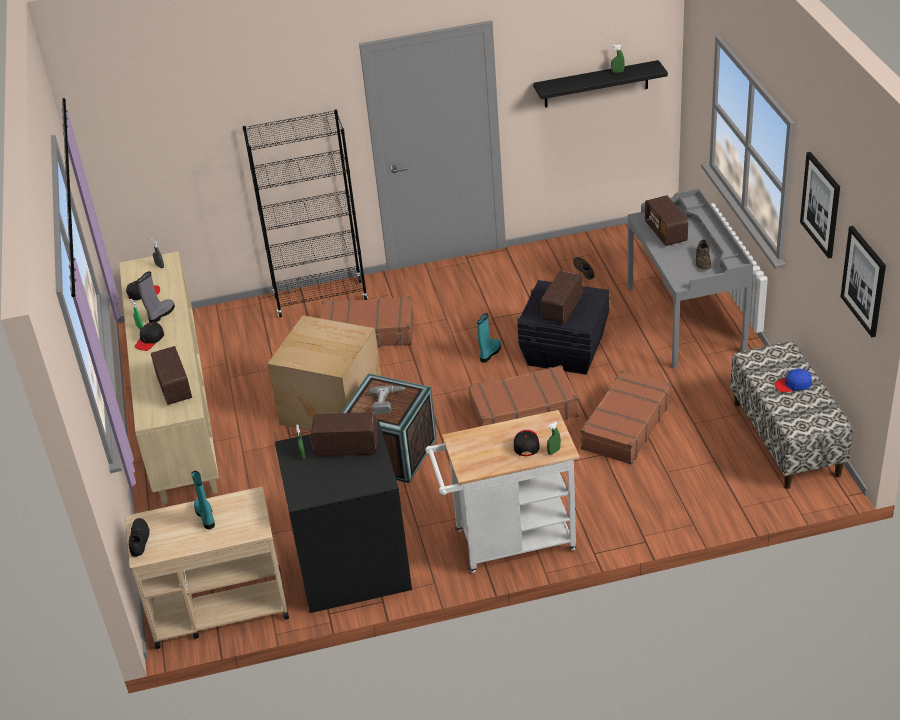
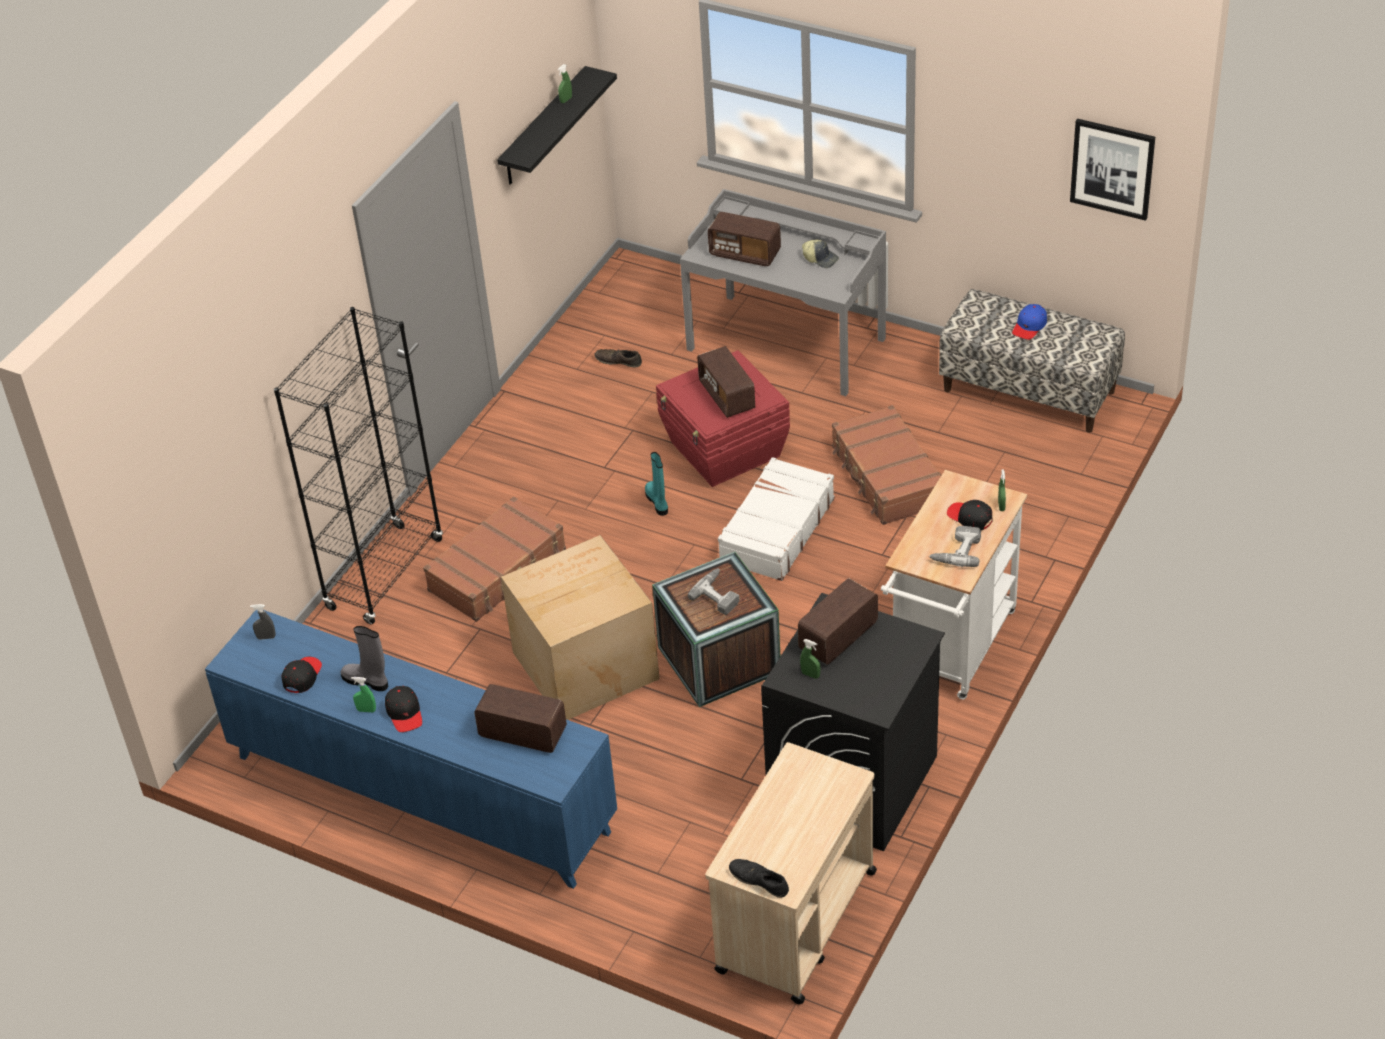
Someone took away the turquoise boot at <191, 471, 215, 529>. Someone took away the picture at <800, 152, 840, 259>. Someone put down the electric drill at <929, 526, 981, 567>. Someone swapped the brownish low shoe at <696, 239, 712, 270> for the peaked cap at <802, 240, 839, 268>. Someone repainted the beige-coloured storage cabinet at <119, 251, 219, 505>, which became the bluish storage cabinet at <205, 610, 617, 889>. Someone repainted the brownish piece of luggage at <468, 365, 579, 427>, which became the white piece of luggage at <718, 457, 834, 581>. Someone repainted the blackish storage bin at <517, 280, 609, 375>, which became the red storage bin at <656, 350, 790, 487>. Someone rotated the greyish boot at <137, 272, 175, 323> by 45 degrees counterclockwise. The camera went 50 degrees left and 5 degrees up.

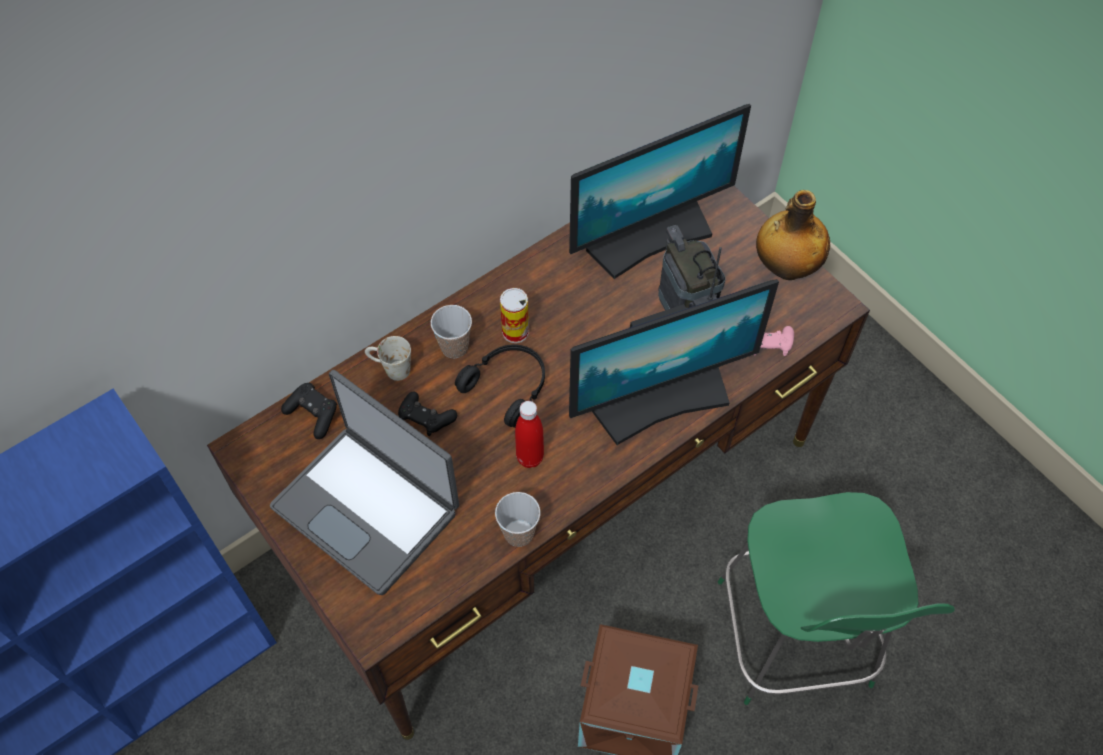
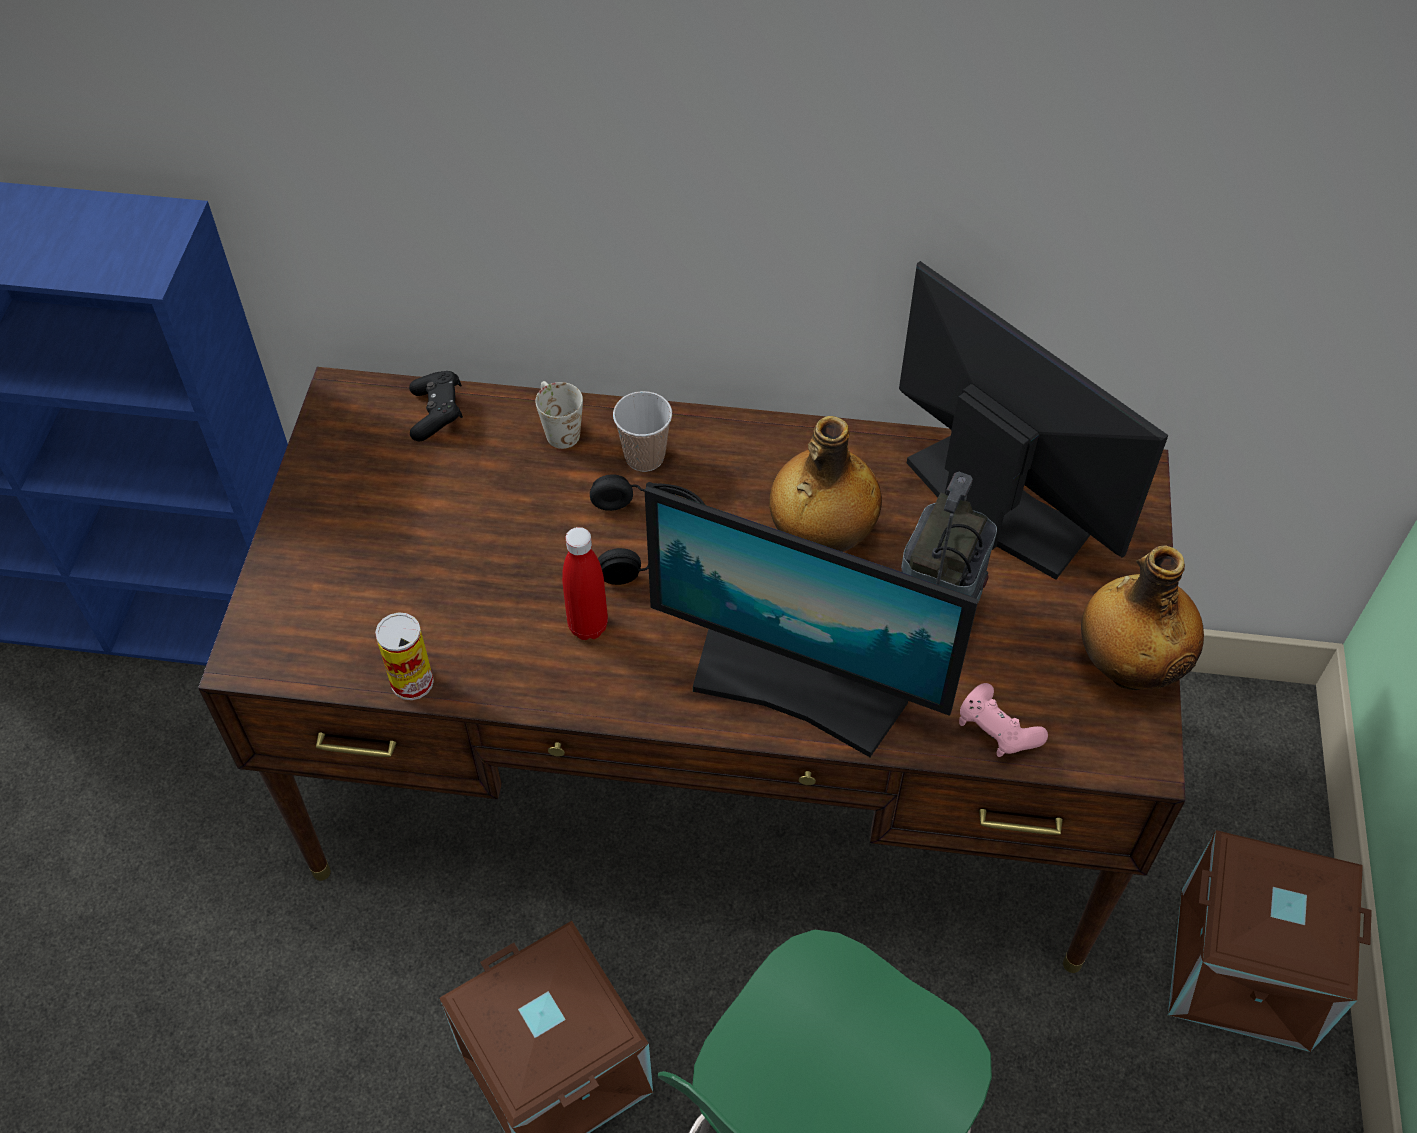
Someone took away the notebook computer at <270, 370, 459, 595>. Someone took away the blackish gamepad at <398, 392, 457, 436>. Someone took away the small cup at <495, 492, 540, 547>. Someone put down the bottle at <769, 416, 882, 552>. Someone put down the brownish storage bin at <1168, 830, 1372, 1052>. Someone carried the can from <500, 288, 529, 343> to <375, 612, 434, 700>. Someone rotated the computer display at <569, 104, 751, 279> by 150 degrees counterclockwise. The camera went 45 degrees right and 5 degrees down.

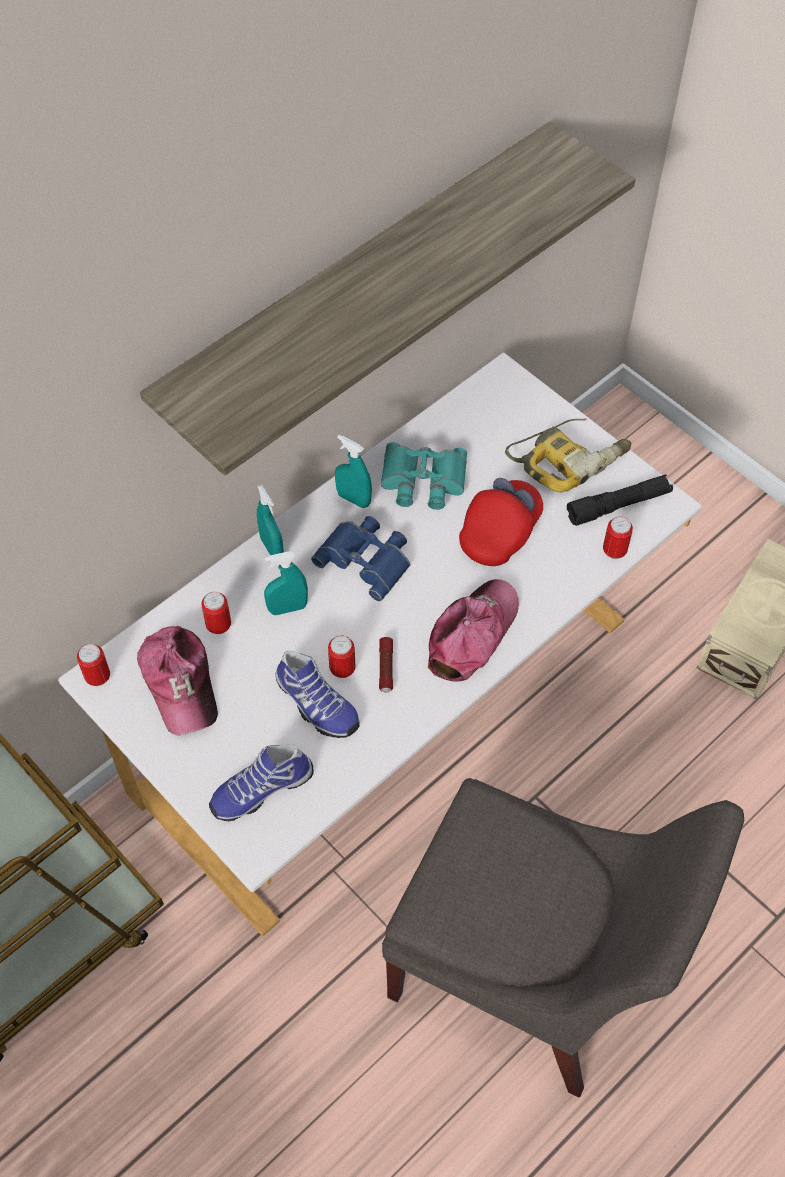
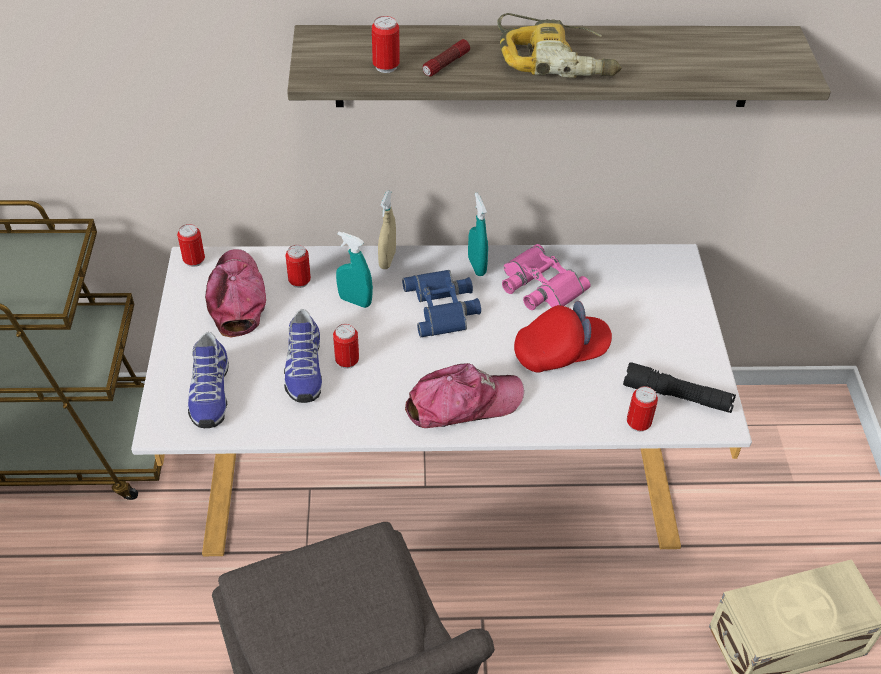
Someone put down the can at <372, 16, 400, 73>. Someone carried the flashlight from <379, 637, 393, 692> to <423, 39, 470, 76>. Someone carried the electric drill from <505, 418, 632, 492> to <498, 13, 622, 78>. Someone repainted the turquoise sprayer at <257, 484, 284, 555>, which became the beige-coloured sprayer at <378, 190, 396, 269>. Someone repainted the turquoise pair of binoculars at <381, 442, 467, 510>, which became the pink pair of binoculars at <502, 244, 590, 310>. Someone rotated the peaked cap at <137, 626, 218, 735> by 150 degrees clockwise. Someone rotated the low shoe at <209, 744, 314, 821> by 105 degrees counterclockwise. The camera went 40 degrees right and 10 degrees down.

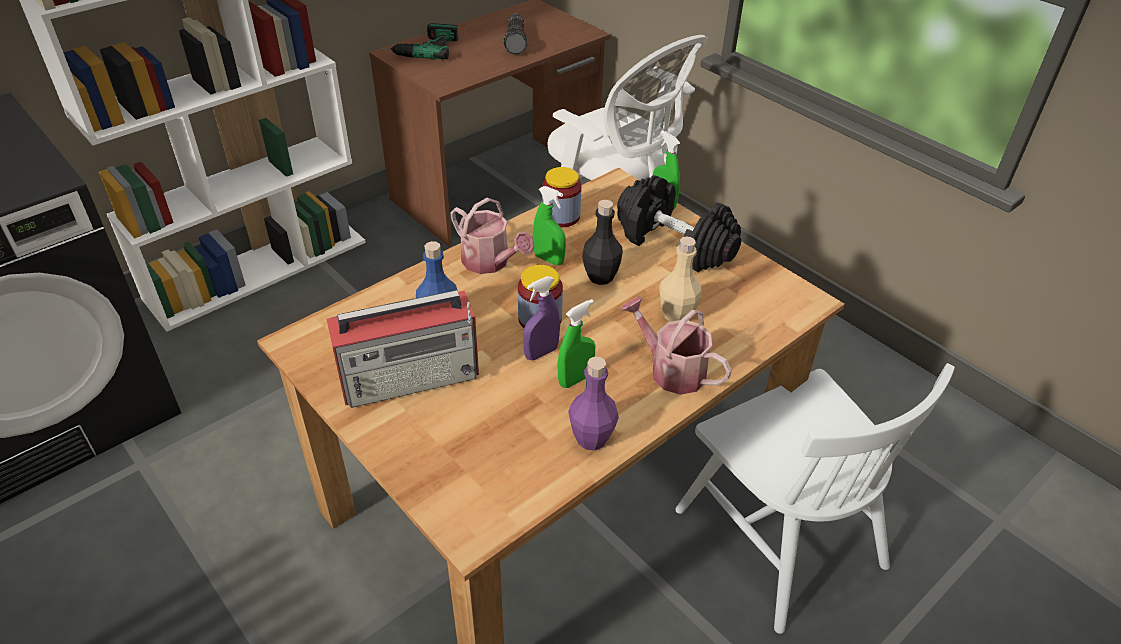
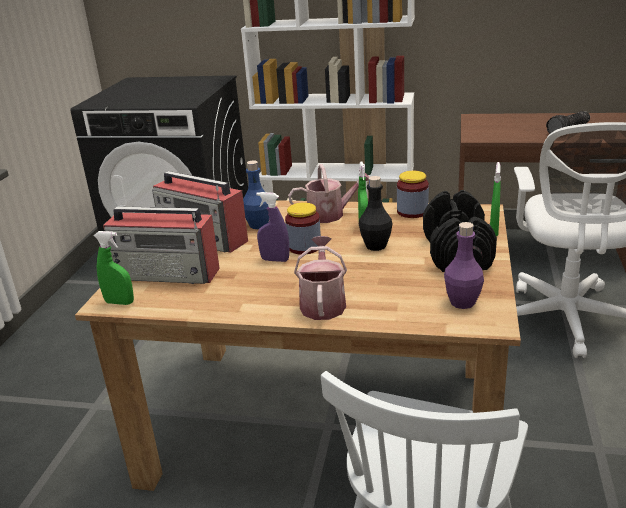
Someone took away the electric drill at <379, 23, 459, 59>. Someone took away the beige-coloured bottle at <659, 236, 702, 322>. Someone put down the radio at <103, 206, 220, 284>. Someone carried the green sprayer from <557, 299, 595, 388> to <93, 231, 134, 305>. Someone carried the purple bottle from <568, 357, 619, 451> to <444, 222, 484, 309>. Someone rotated the sprinkling can at <451, 198, 535, 274> by 105 degrees counterclockwise. The camera went 55 degrees right and 15 degrees down.

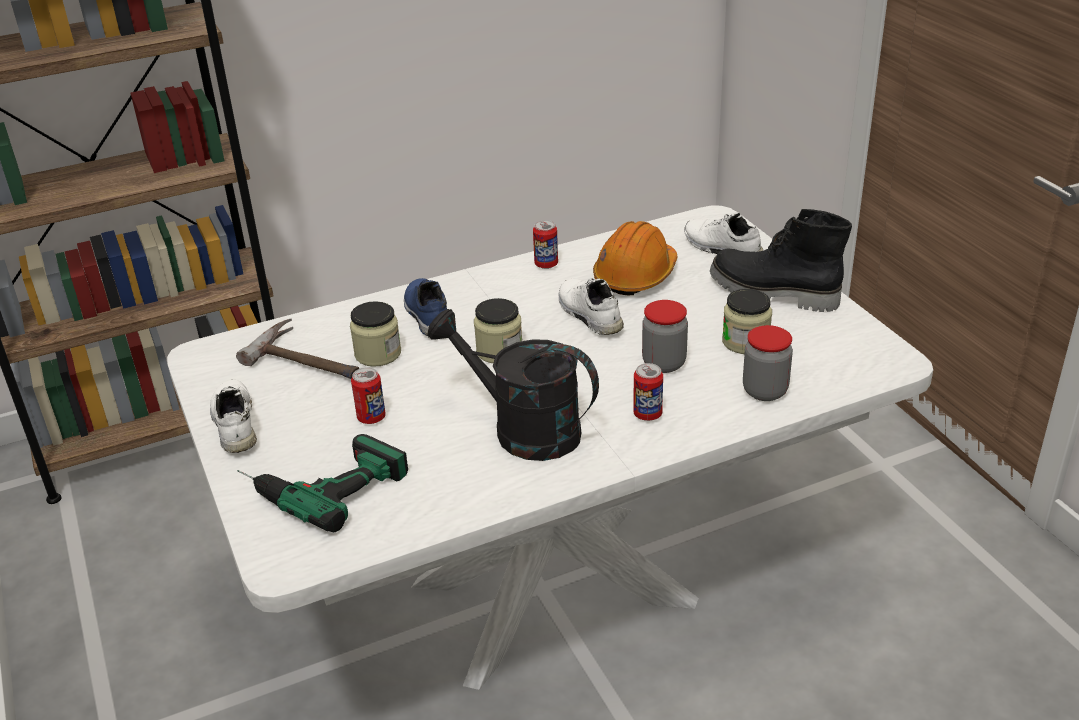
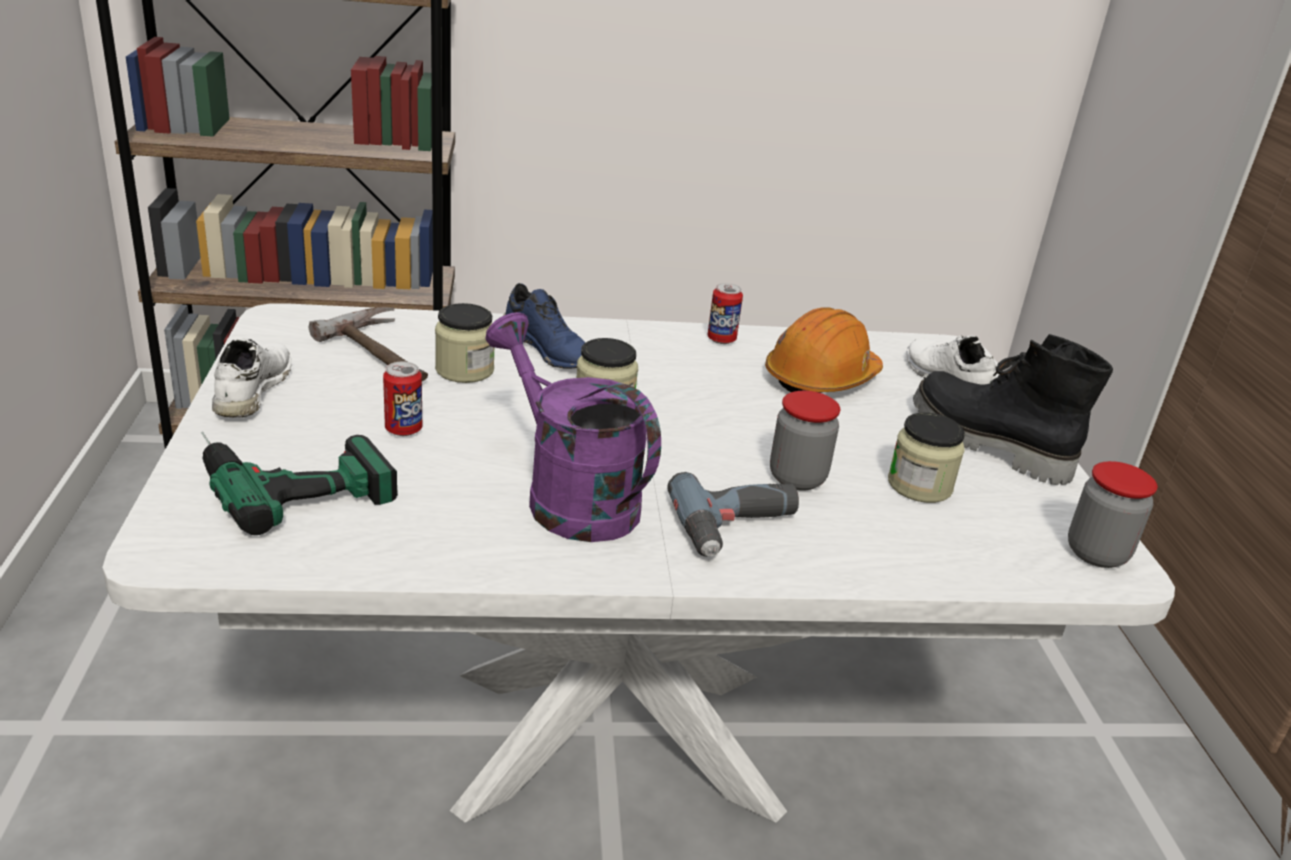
Someone took away the white low shoe at <559, 278, 624, 335>. Someone carried the jar from <743, 325, 793, 401> to <1068, 461, 1158, 568>. Someone swapped the can at <633, 363, 663, 421> for the electric drill at <667, 472, 799, 557>. Someone repainted the blackish sprinkling can at <427, 309, 599, 461>, which became the purple sprinkling can at <485, 312, 661, 542>. Someone rotated the bluish low shoe at <404, 278, 447, 336> by 135 degrees clockwise. The camera went 15 degrees right and 5 degrees down.

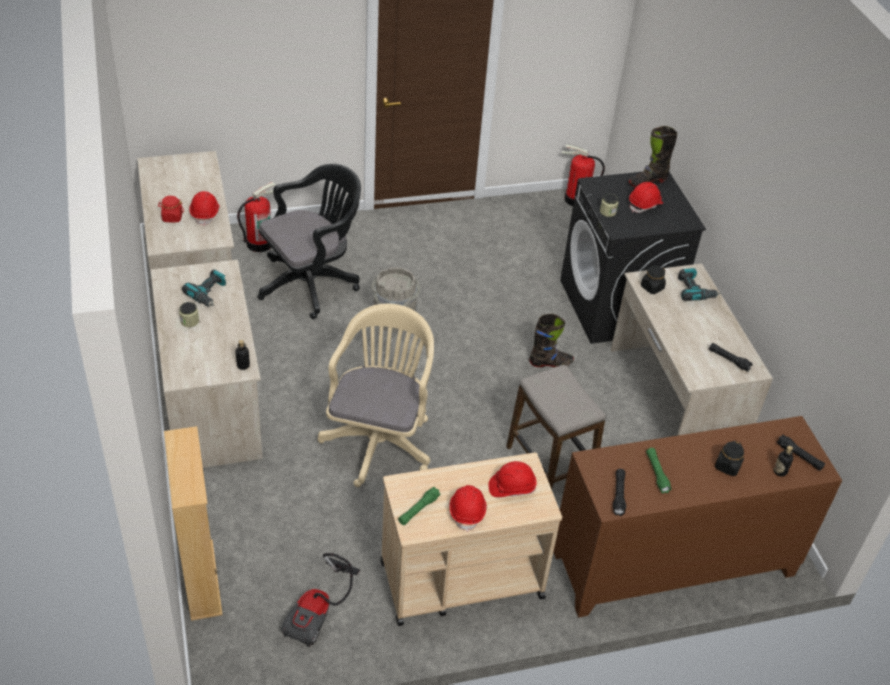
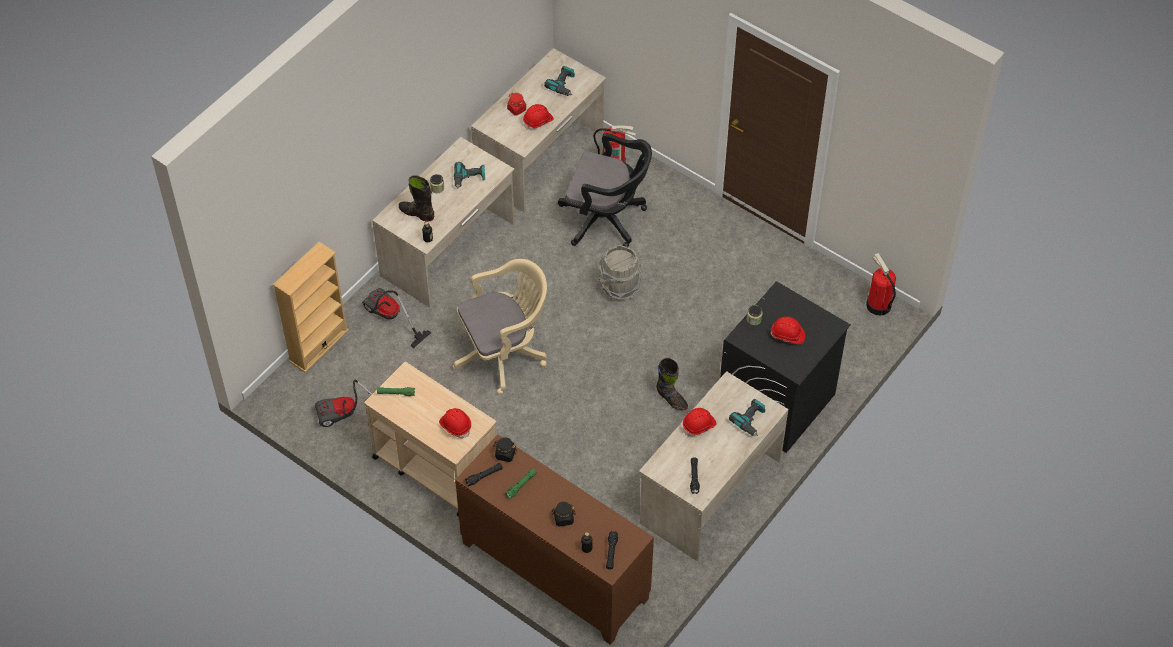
Someone took away the stool seat at <506, 365, 606, 489>. Someone put down the vacuum cleaner at <362, 288, 432, 348>. Someone put down the electric drill at <544, 66, 575, 96>. Someone carried the red safety helmet from <449, 485, 487, 532> to <683, 408, 717, 436>. Someone carried the blackish boot from <629, 126, 677, 187> to <399, 175, 434, 222>. Someone carried the blackish jar from <641, 266, 666, 294> to <493, 437, 517, 462>. The camera went 55 degrees right and 10 degrees up.

